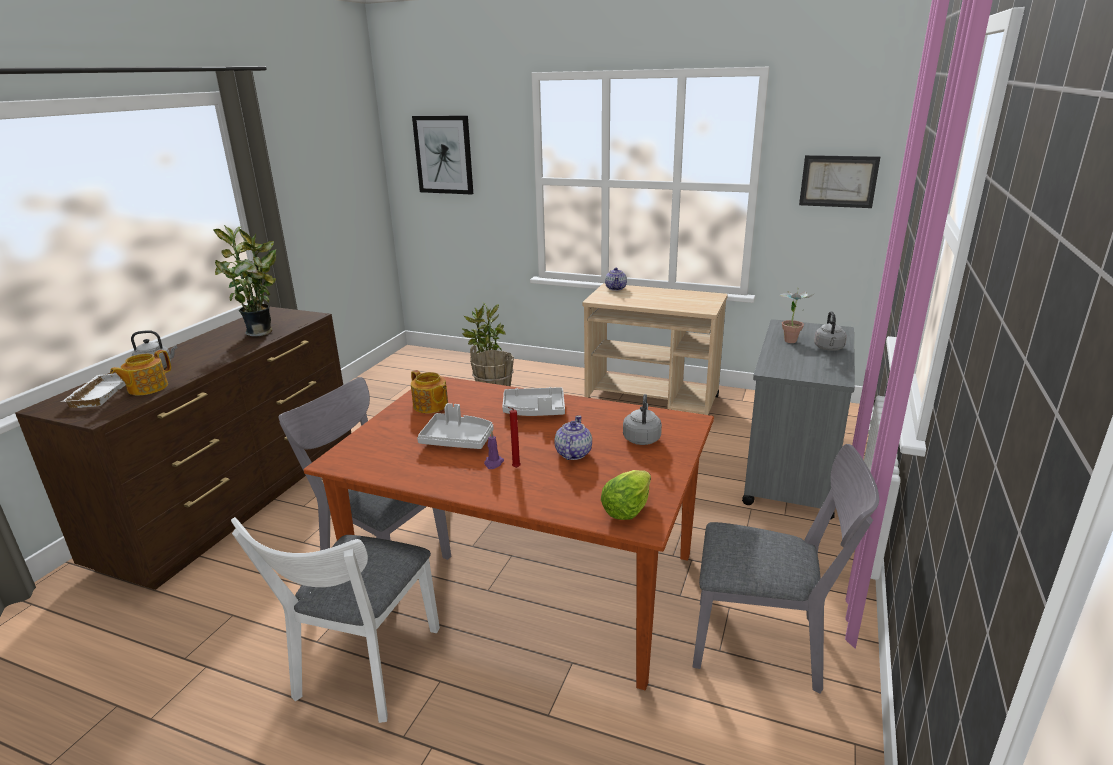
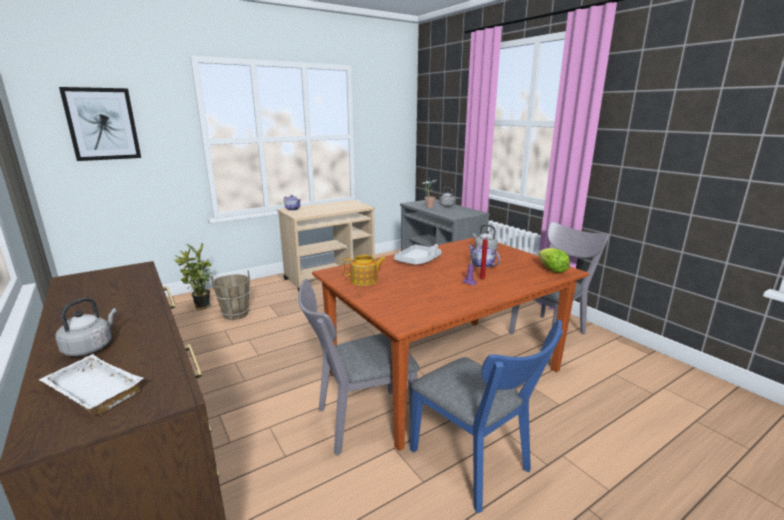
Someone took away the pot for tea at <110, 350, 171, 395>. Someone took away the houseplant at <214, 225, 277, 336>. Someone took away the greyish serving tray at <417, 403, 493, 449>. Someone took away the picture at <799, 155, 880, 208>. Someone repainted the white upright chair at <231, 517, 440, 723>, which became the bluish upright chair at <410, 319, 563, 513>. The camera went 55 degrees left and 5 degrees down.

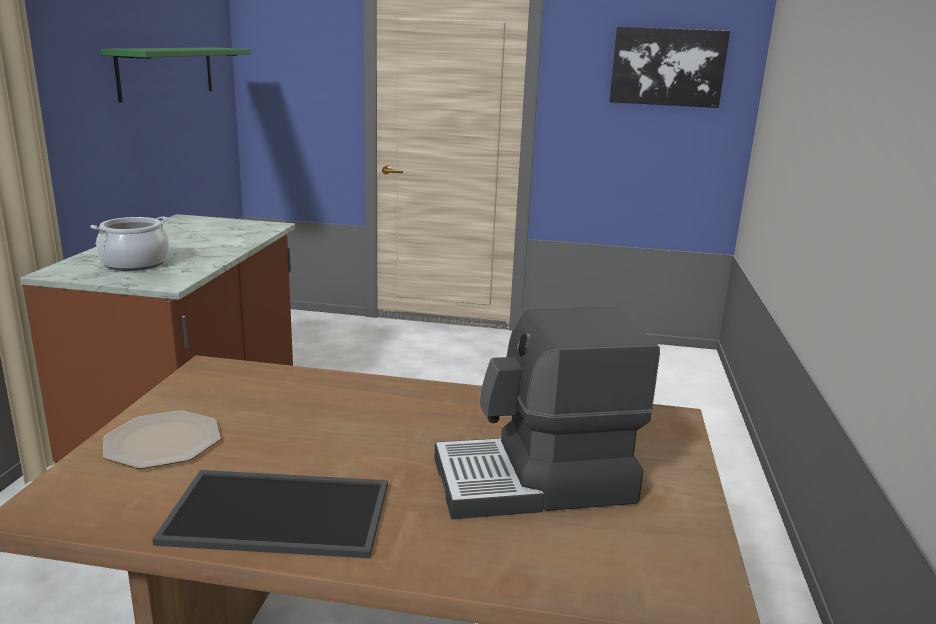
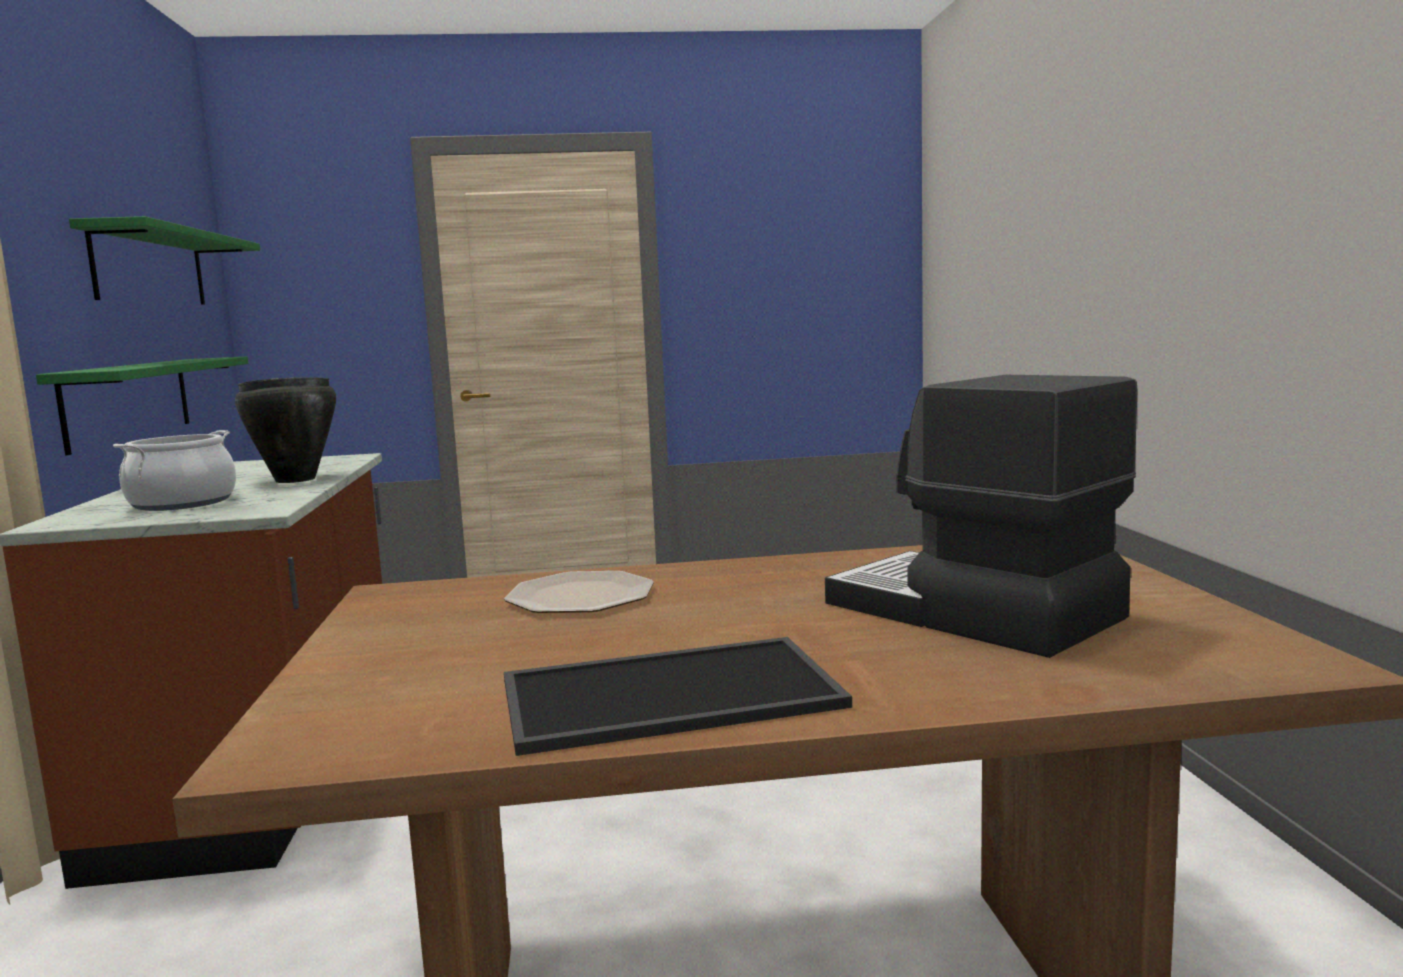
Someone took away the picture at <609, 27, 730, 108>. Someone put up the green bracket shelf at <36, 356, 248, 455>. Someone put down the blackish cooking pot at <235, 377, 336, 483>. Someone carried the dinner plate from <103, 410, 220, 469> to <504, 571, 654, 613>. Someone rotated the coffee maker at <434, 306, 660, 519> by 75 degrees clockwise. The camera went 15 degrees left and 10 degrees down.

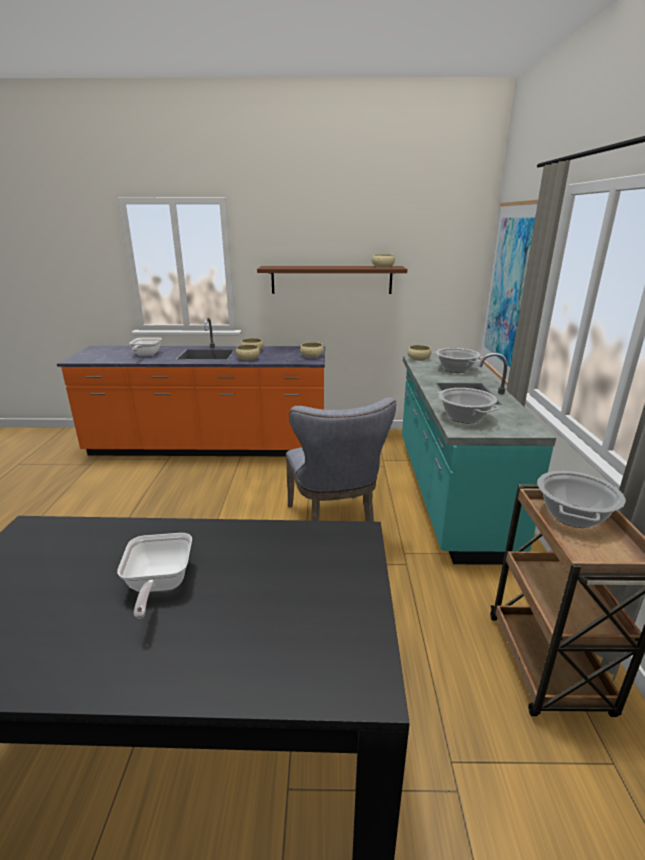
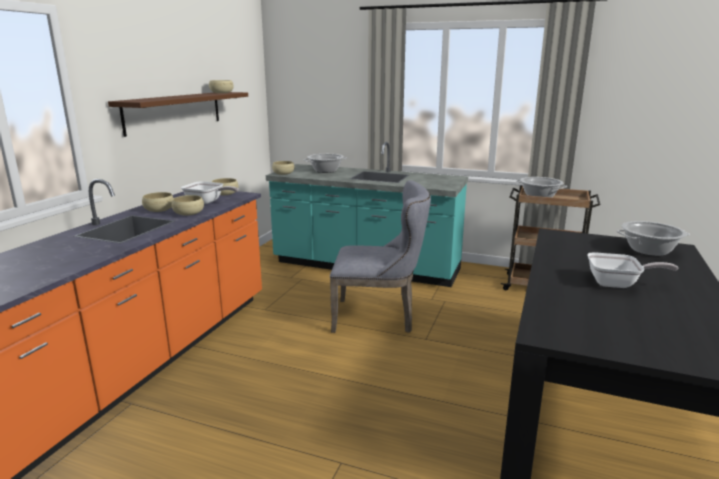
Someone took away the picture at <479, 200, 538, 385>. Someone carried the frying pan from <129, 338, 162, 356> to <181, 181, 239, 204>. Someone carried the cooking pot from <437, 388, 500, 424> to <617, 221, 690, 256>. The camera went 70 degrees left and 5 degrees down.

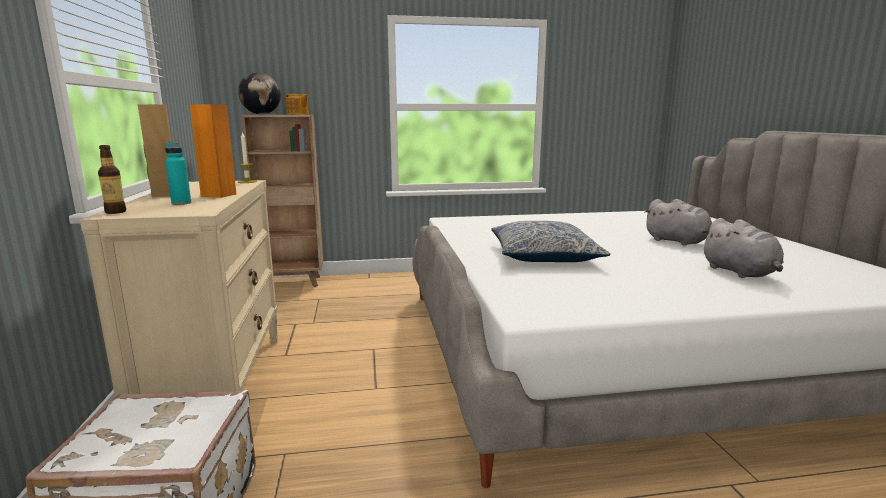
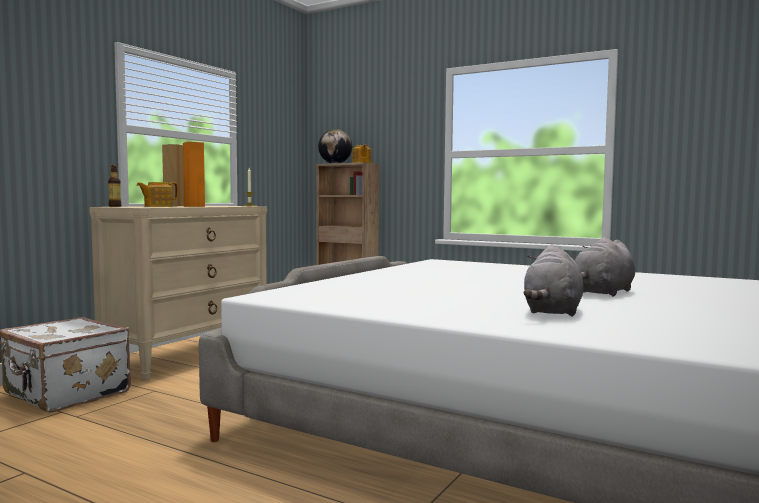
Someone took away the pillow at <491, 221, 610, 262>. Someone swapped the turquoise bottle at <165, 142, 191, 205> for the pot for tea at <136, 182, 178, 207>. Someone rotated the greyish cuddly toy at <644, 199, 712, 246> by 45 degrees clockwise. The camera went 40 degrees right and 10 degrees down.

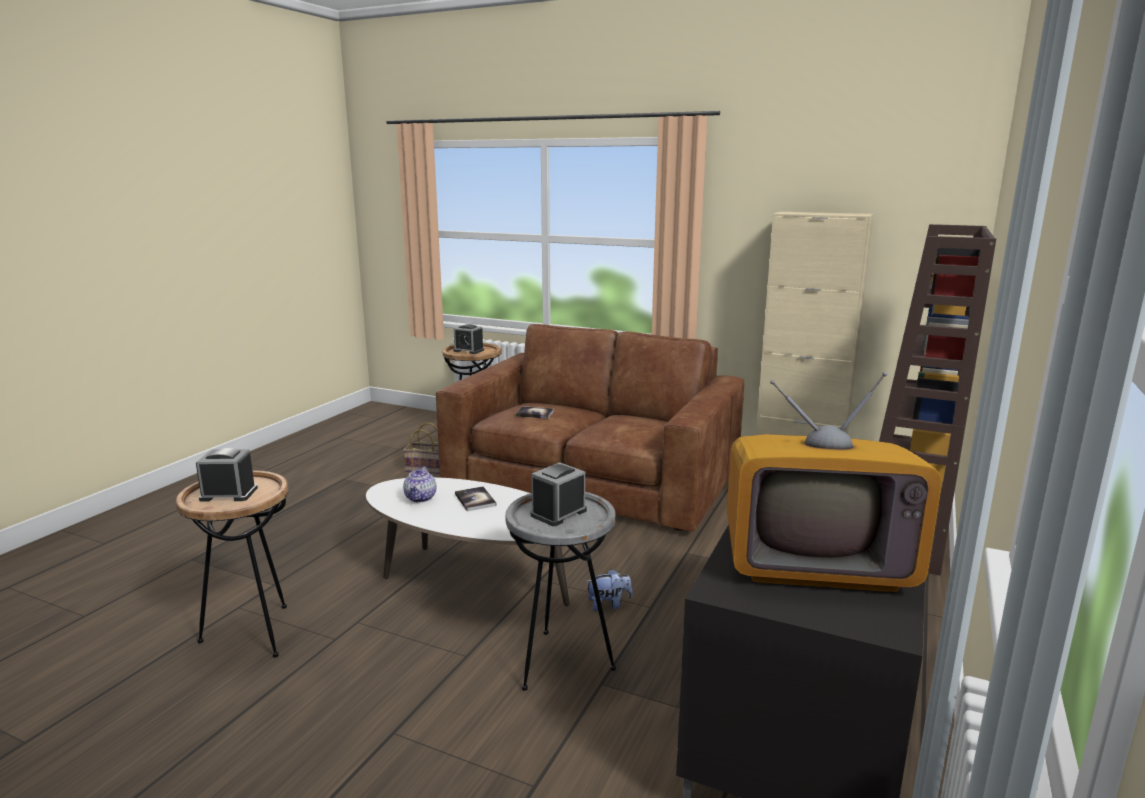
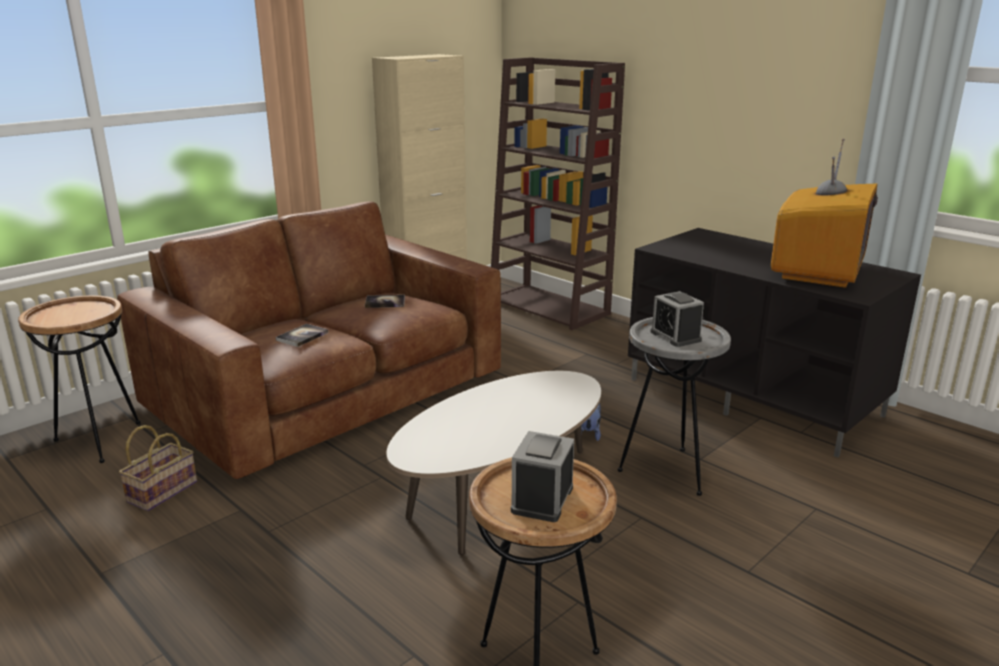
Someone took away the pot for tea at <403, 466, 436, 502>. Someone took away the bedside clock at <453, 324, 484, 354>. Someone carried the volume from <455, 486, 497, 511> to <365, 295, 405, 308>. The camera went 70 degrees left and 5 degrees up.

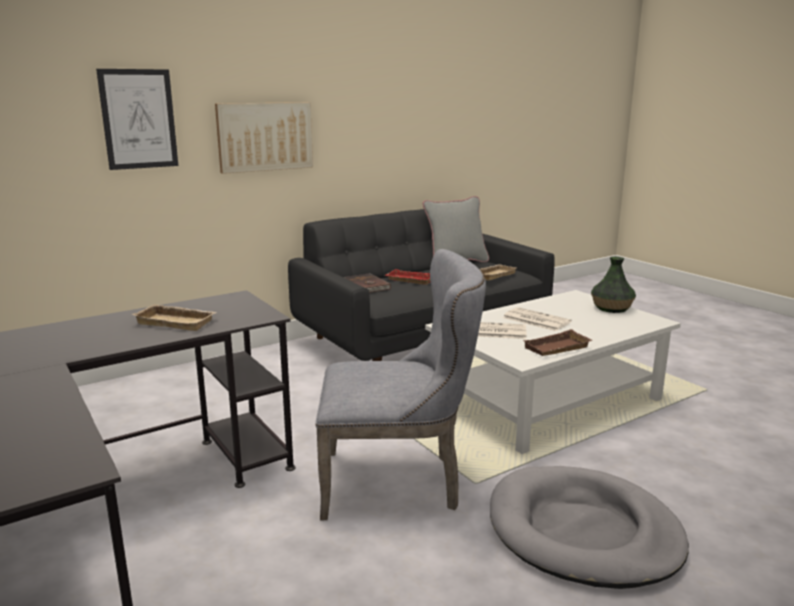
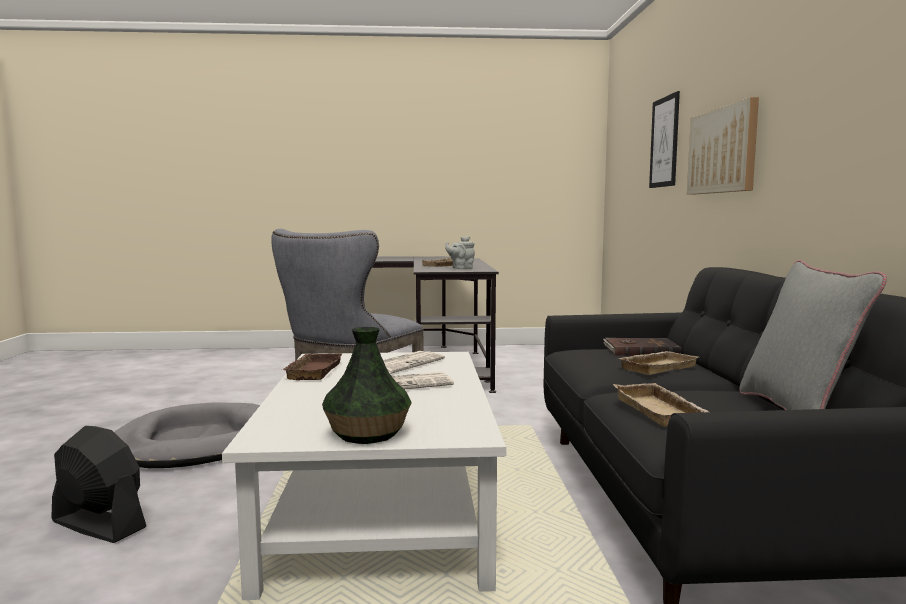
Someone put down the blackish electric fan at <51, 426, 146, 543>. Someone put down the greyish pot for tea at <445, 236, 475, 269>. Someone repainted the red serving tray at <385, 269, 430, 285>, which became the beige-coloured serving tray at <618, 351, 698, 375>. The camera went 120 degrees right and 10 degrees down.

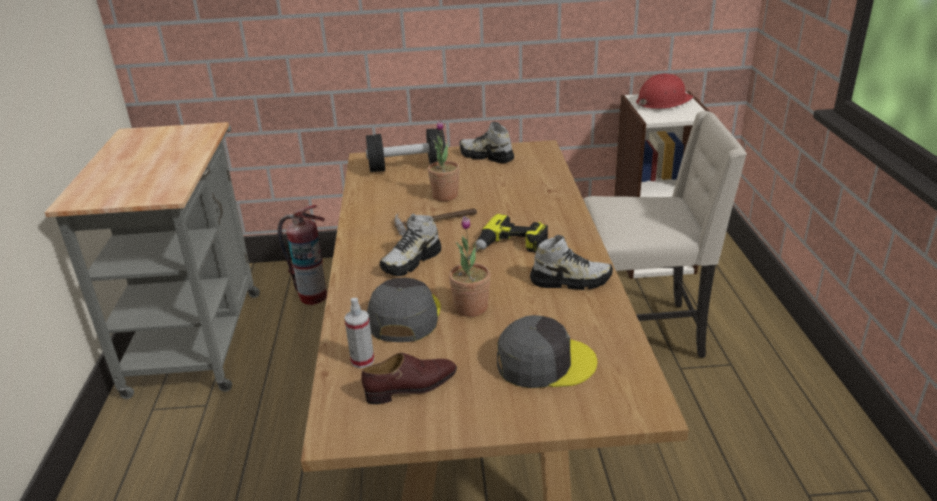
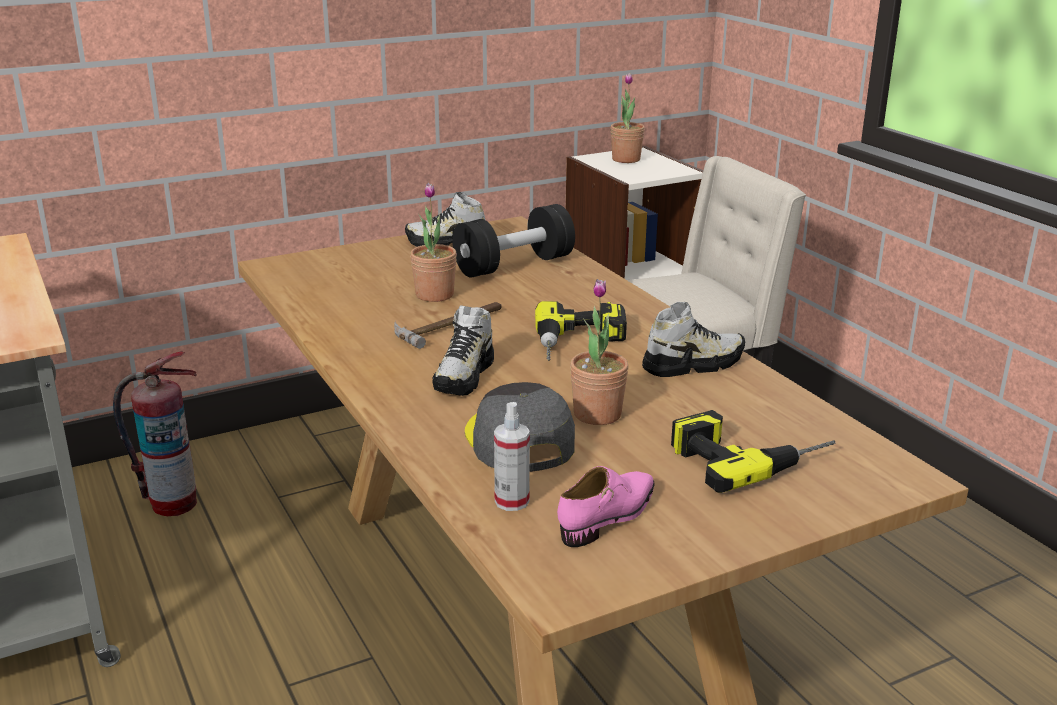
Someone carried the blackish free weight from <366, 128, 446, 172> to <452, 204, 575, 278>. Someone swapped the greyish peaked cap at <497, 315, 598, 388> for the electric drill at <671, 410, 836, 493>. Someone swapped the red safety helmet at <636, 74, 694, 109> for the houseplant at <611, 73, 645, 163>. Someone repainted the brownish low shoe at <361, 353, 457, 404>, which became the pink low shoe at <557, 466, 655, 547>. The camera went 25 degrees left and 5 degrees down.

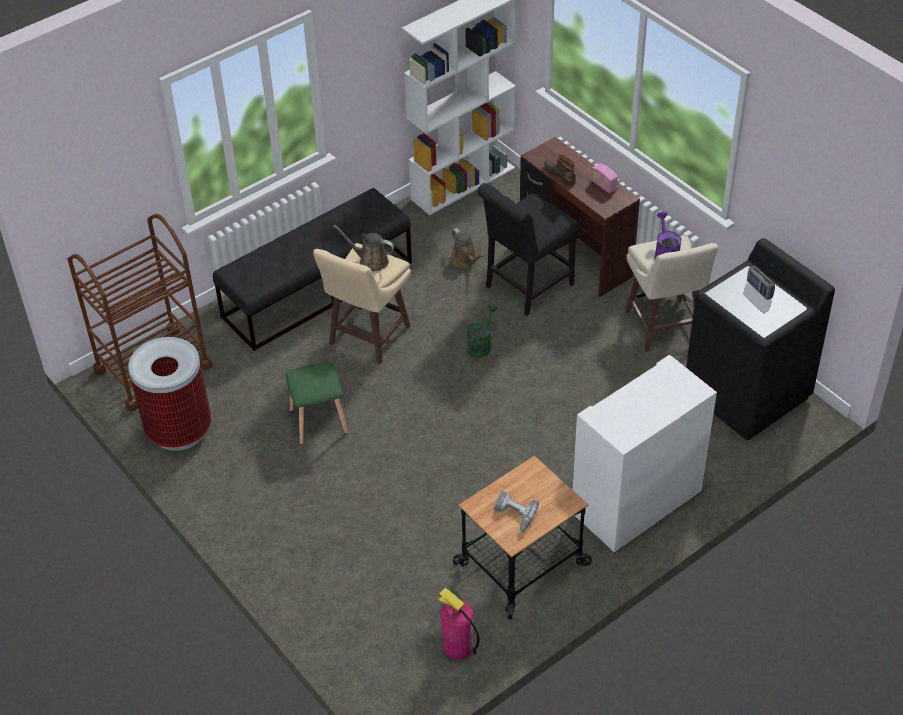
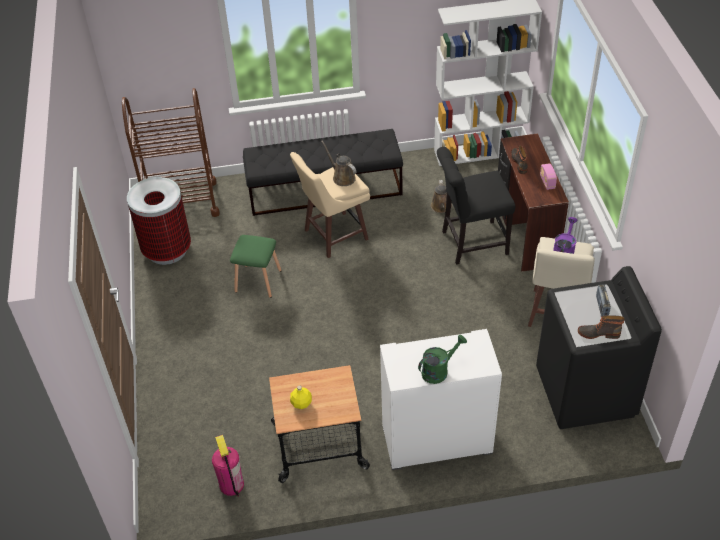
Someone put down the boot at <578, 315, 625, 339>. Someone carried the green sprinkling can from <467, 304, 498, 358> to <418, 335, 467, 384>. Someone swapped the electric drill at <494, 491, 539, 533> for the yellowish bottle at <290, 385, 312, 409>. The camera went 30 degrees right and 0 degrees up.

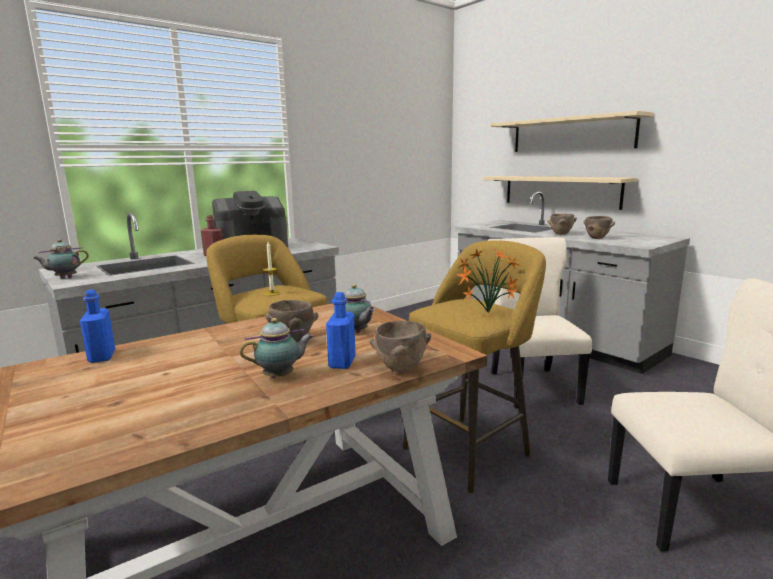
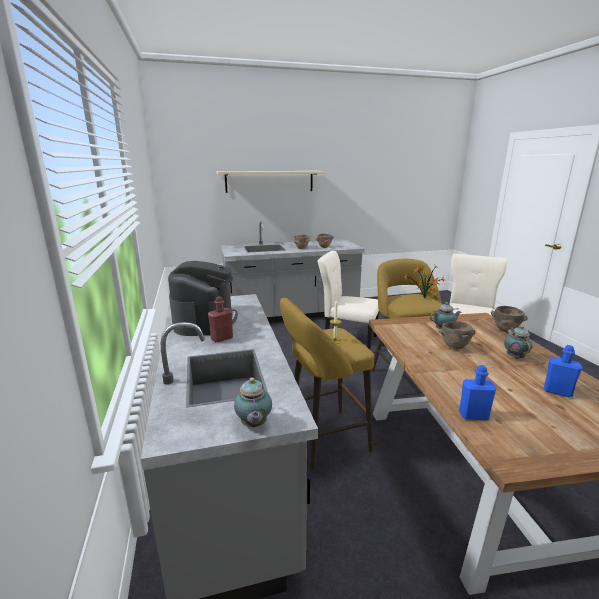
Someone took away the beige-coloured bracket shelf at <483, 176, 638, 210>. Someone carried the bluish bottle from <326, 292, 356, 369> to <544, 345, 582, 397>. The camera went 65 degrees left and 5 degrees up.

